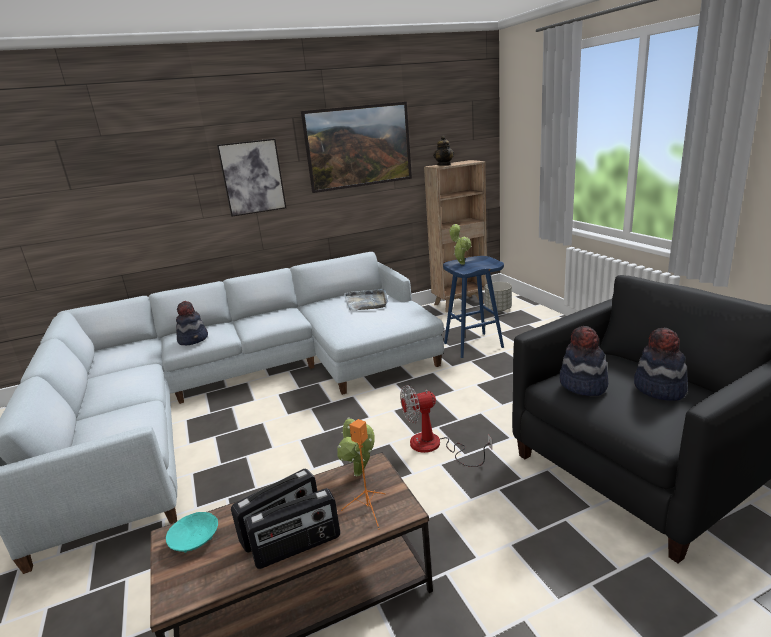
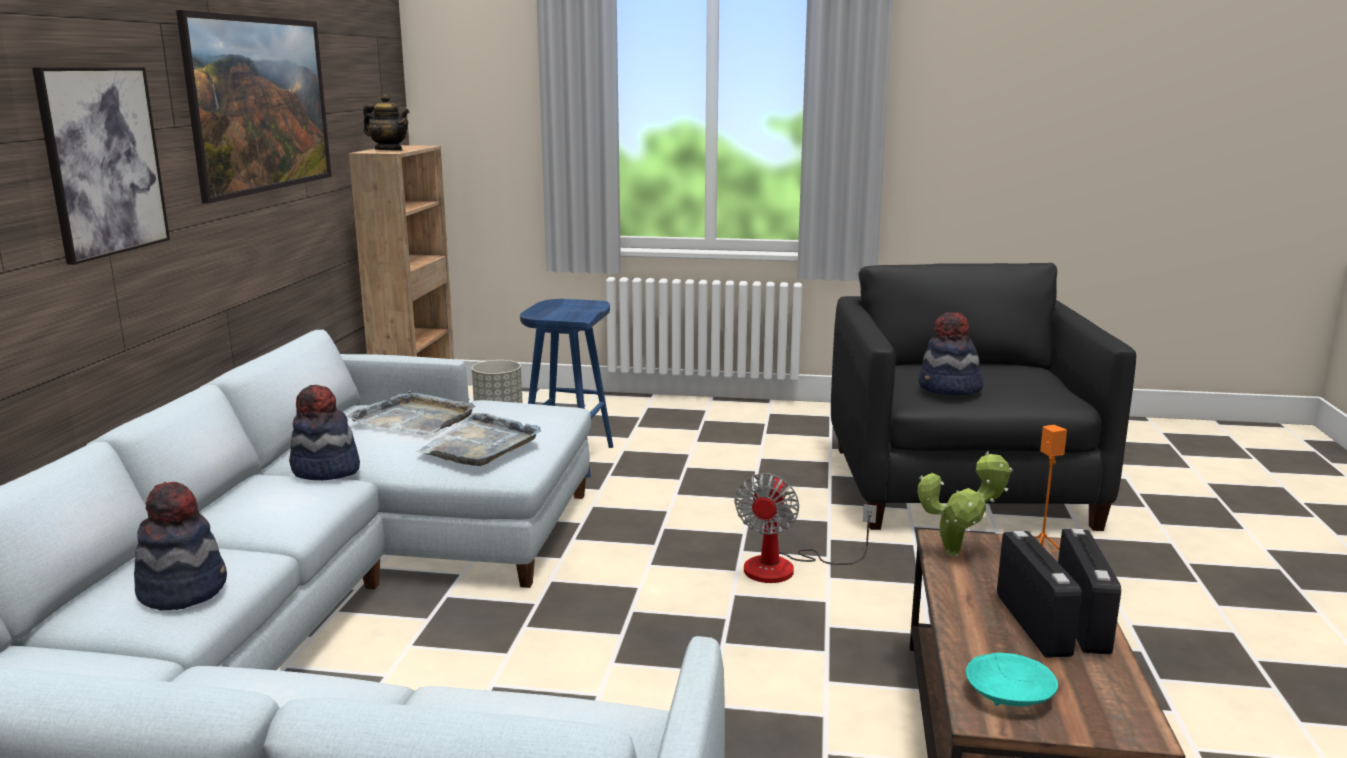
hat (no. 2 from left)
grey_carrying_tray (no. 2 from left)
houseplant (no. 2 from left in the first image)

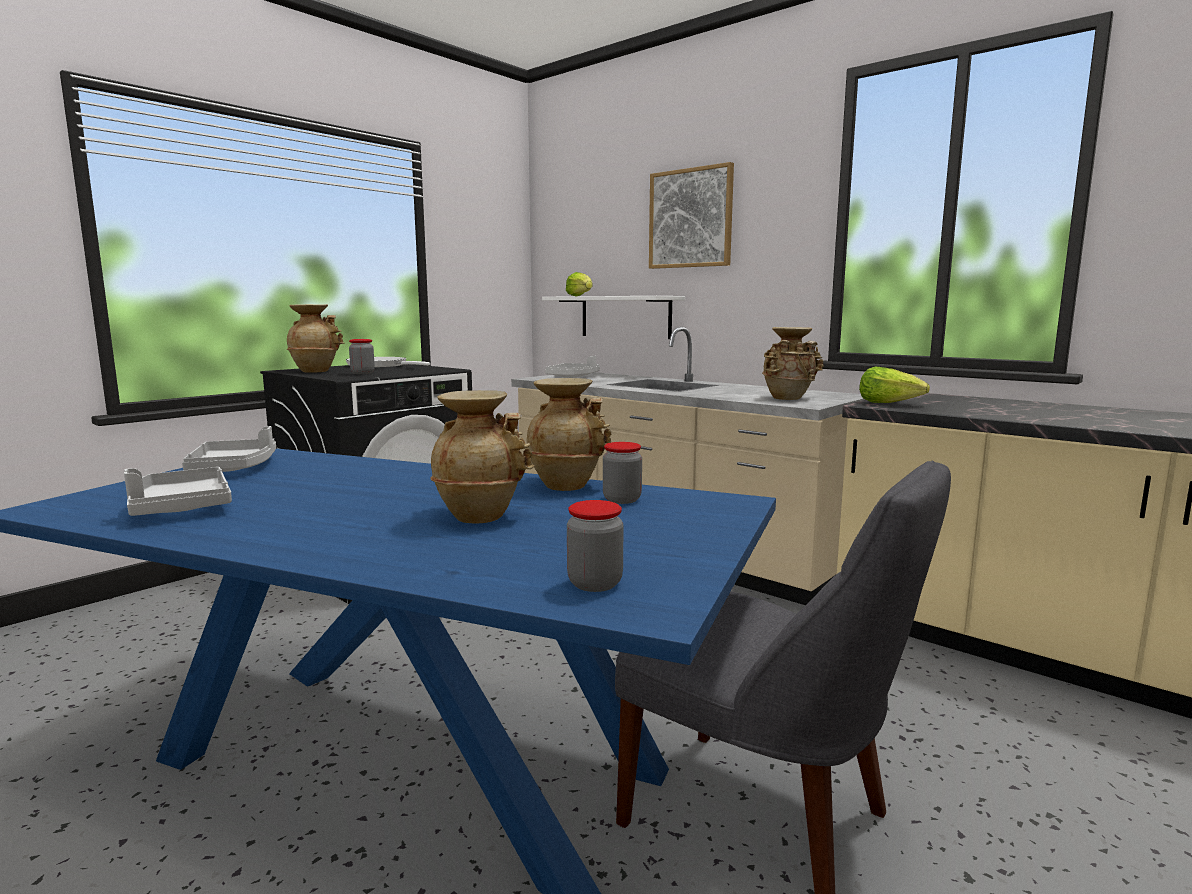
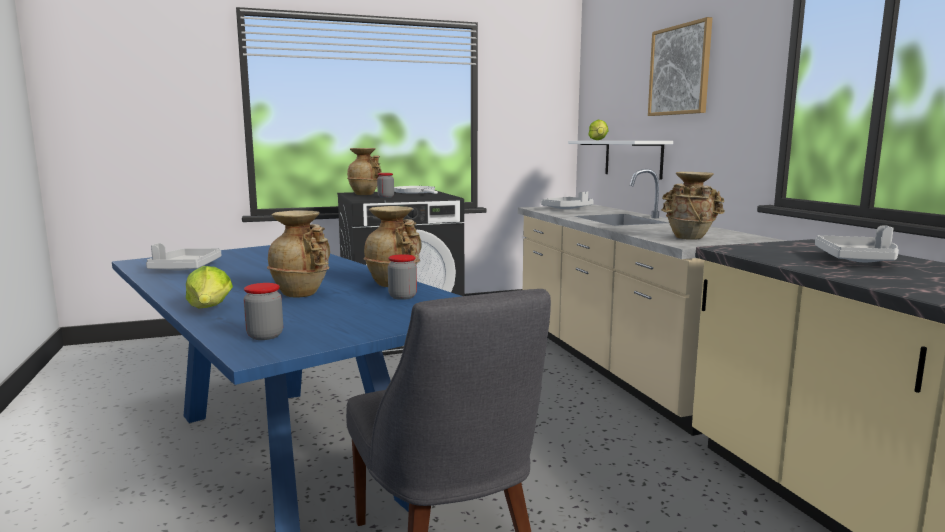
head_of_lettuce (no. 1 from left)
grey_carrying_tray (no. 3 from left)

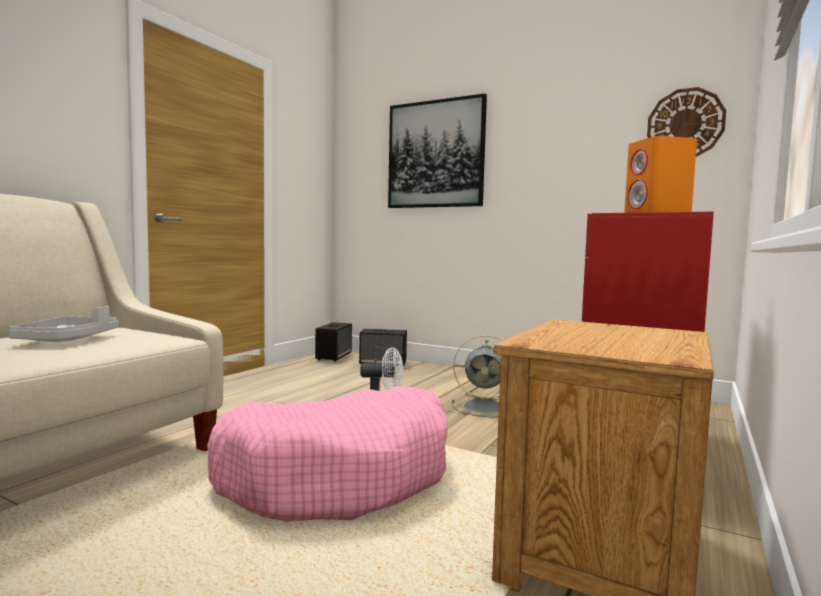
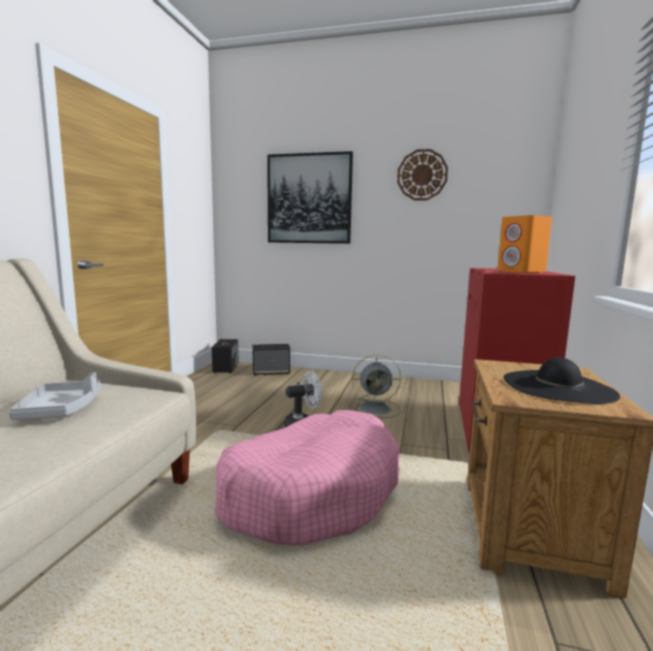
wall_clock
black_hat

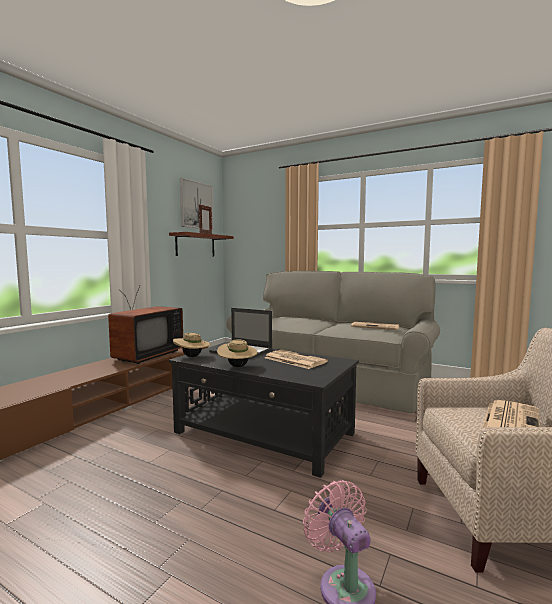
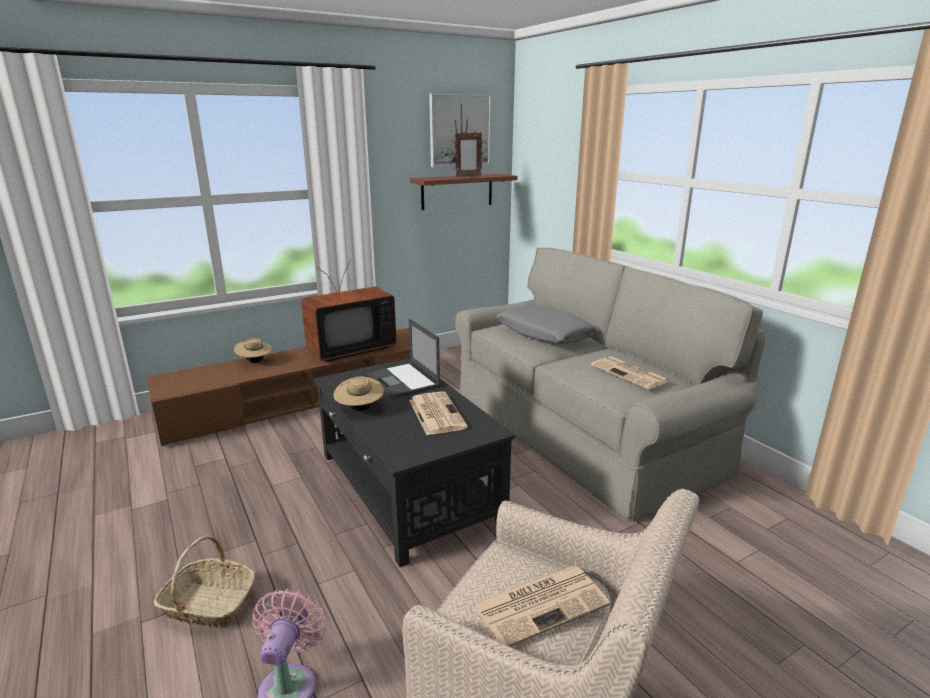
basket
sand-coloured_hat (no. 1 from left)
grey_pillow

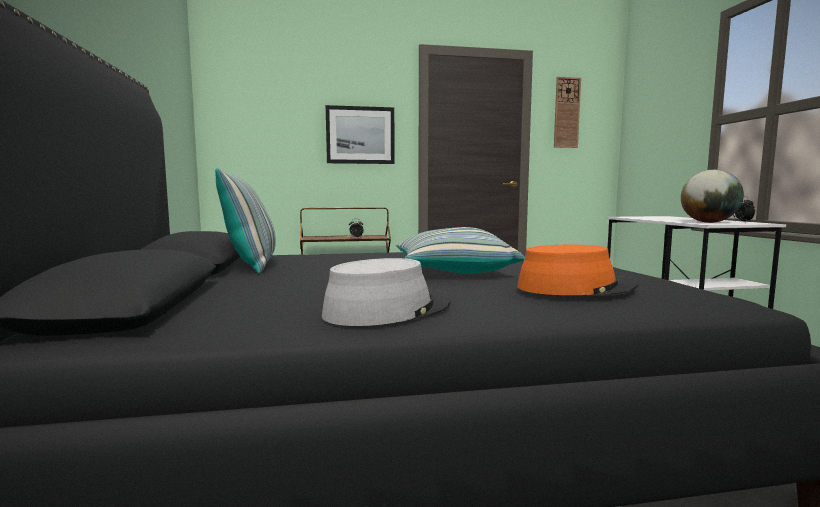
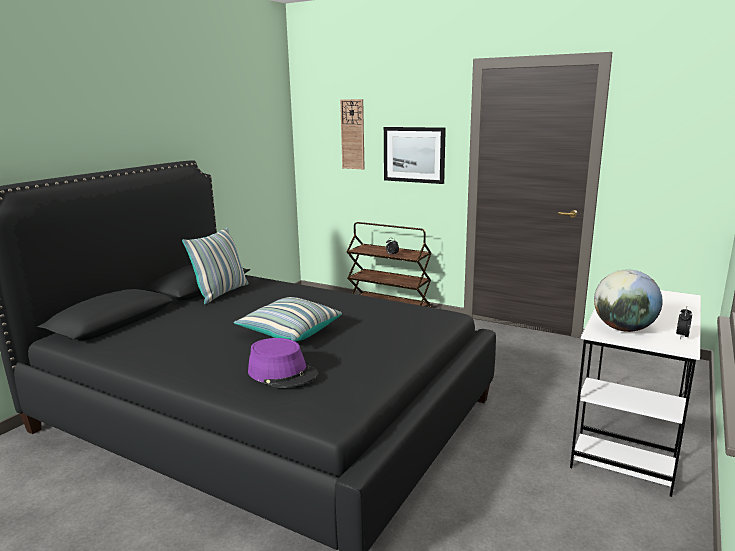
purple-coloured_hat
wall_clock
grey_hat

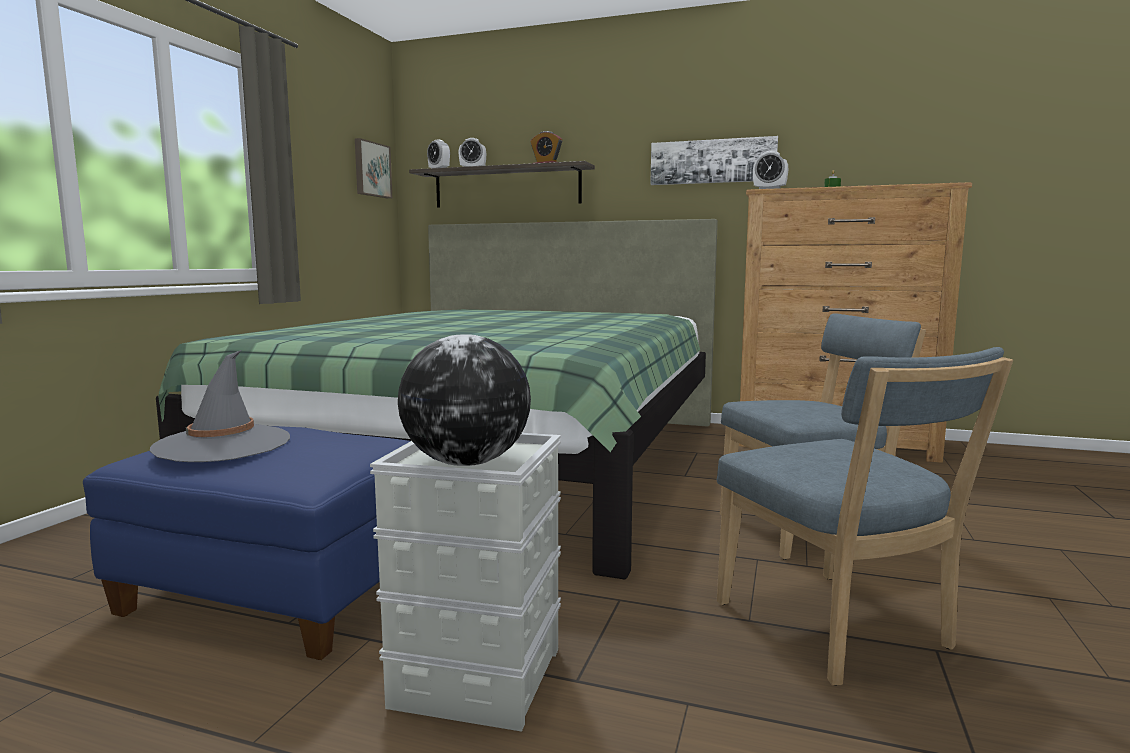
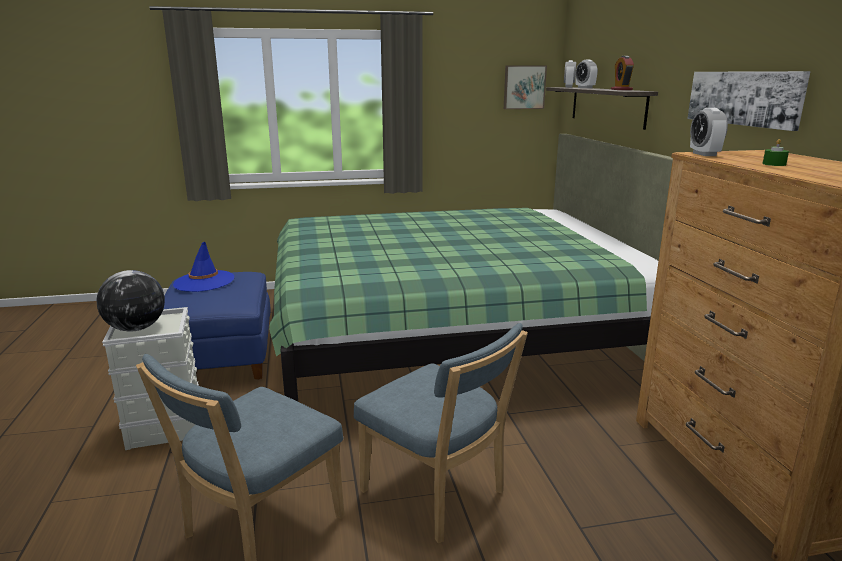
bluish_hat

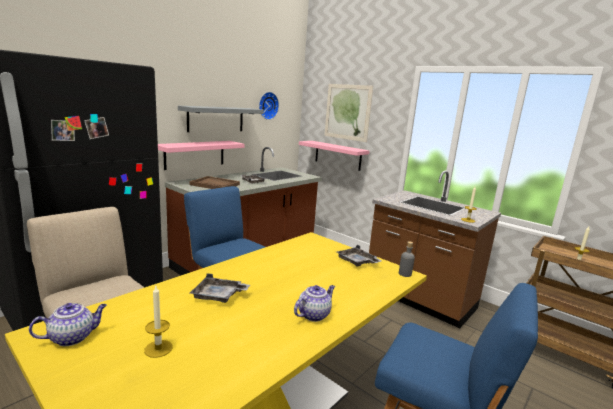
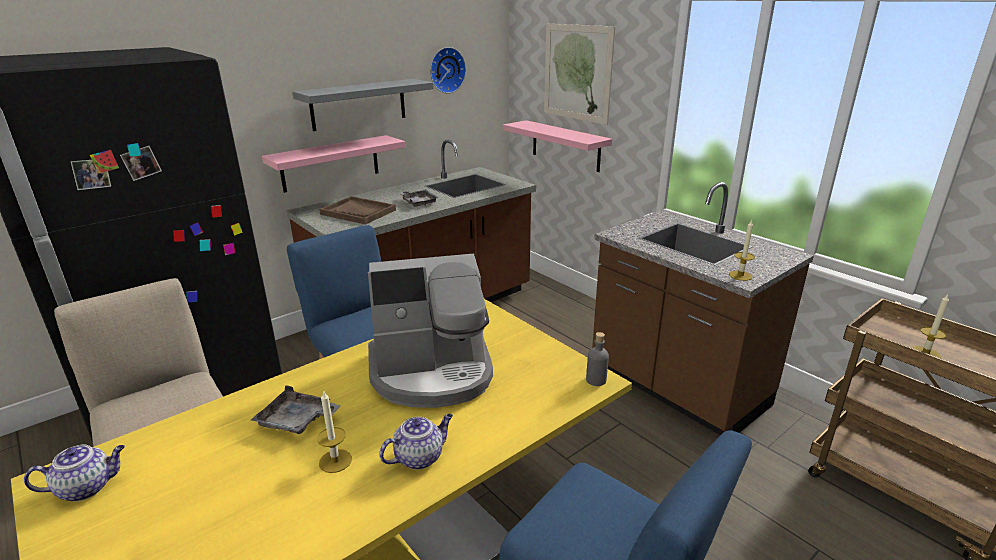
wax_light (no. 1 from left)
coffee_brewer
grey_carrying_tray (no. 3 from left in the first image)

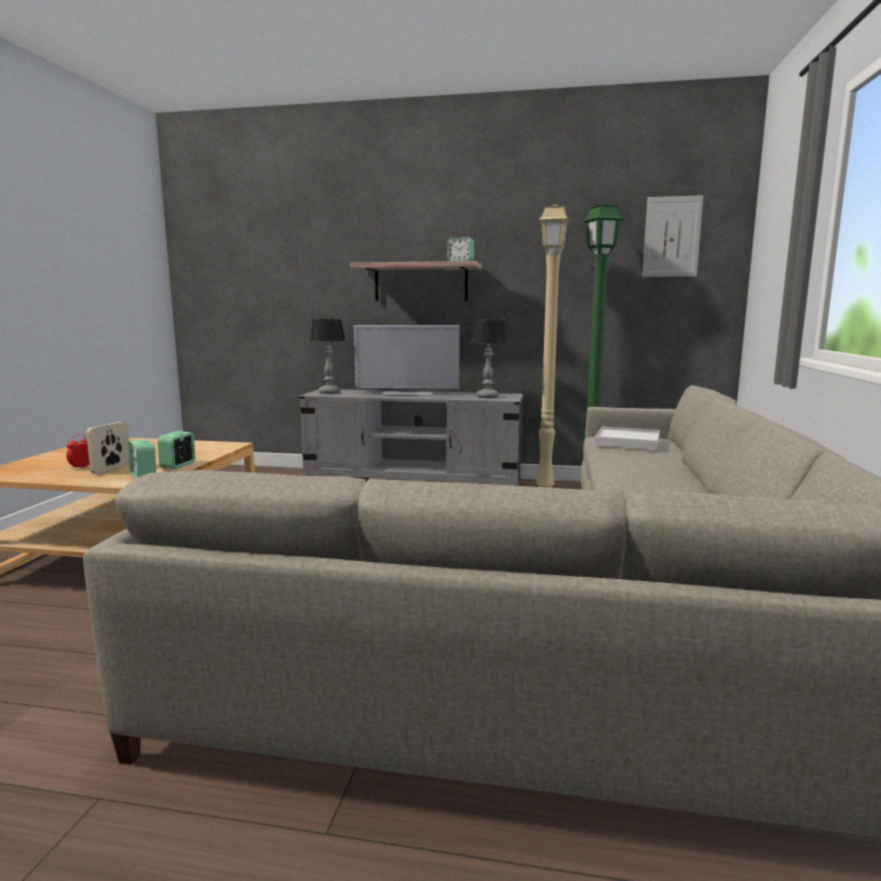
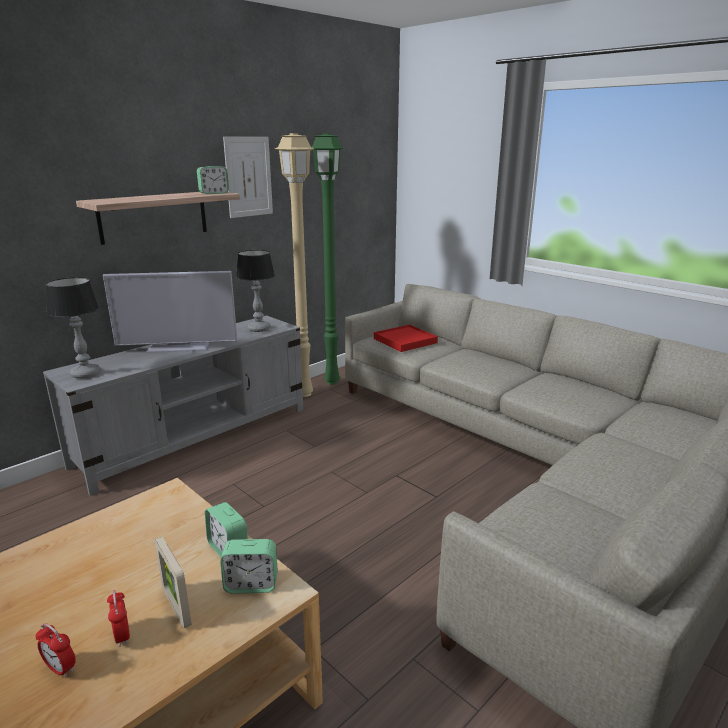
bedside_clock (no. 1 from left)
TV
wall_art
red_carrying_tray

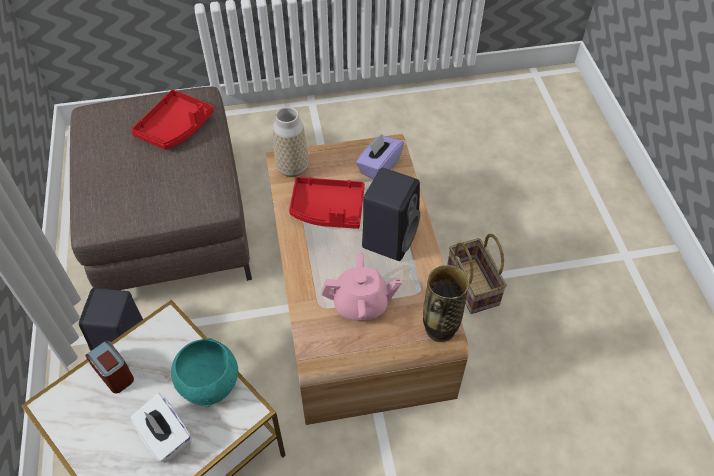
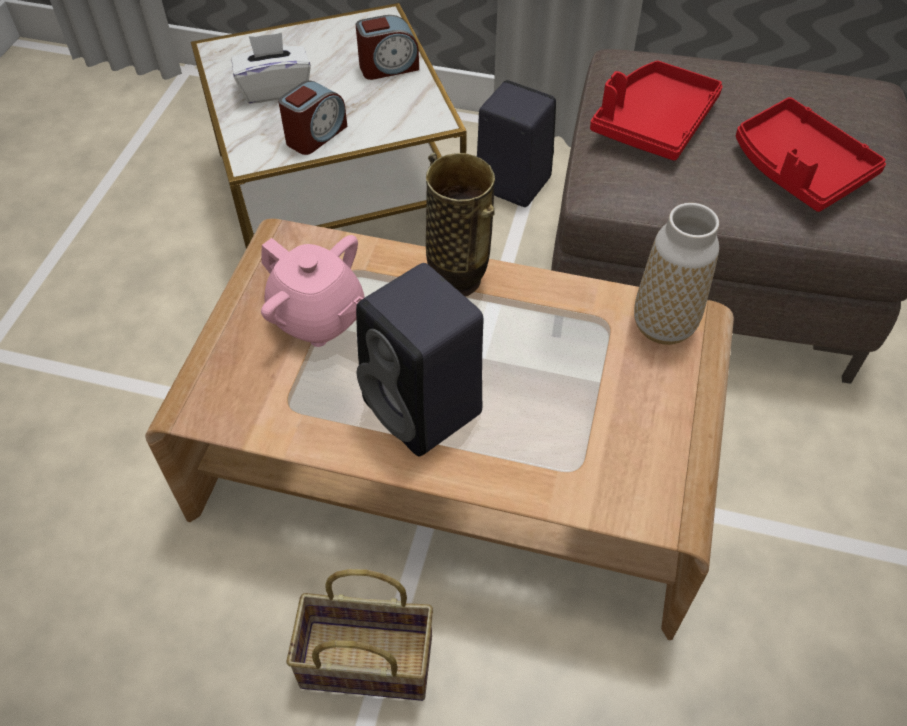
pinkish_pot_for_tea
bedside_clock (no. 1 from left)
decorative_vase (no. 1 from left)
red_carrying_tray (no. 1 from left)
purple-coloured_box_of_tissues

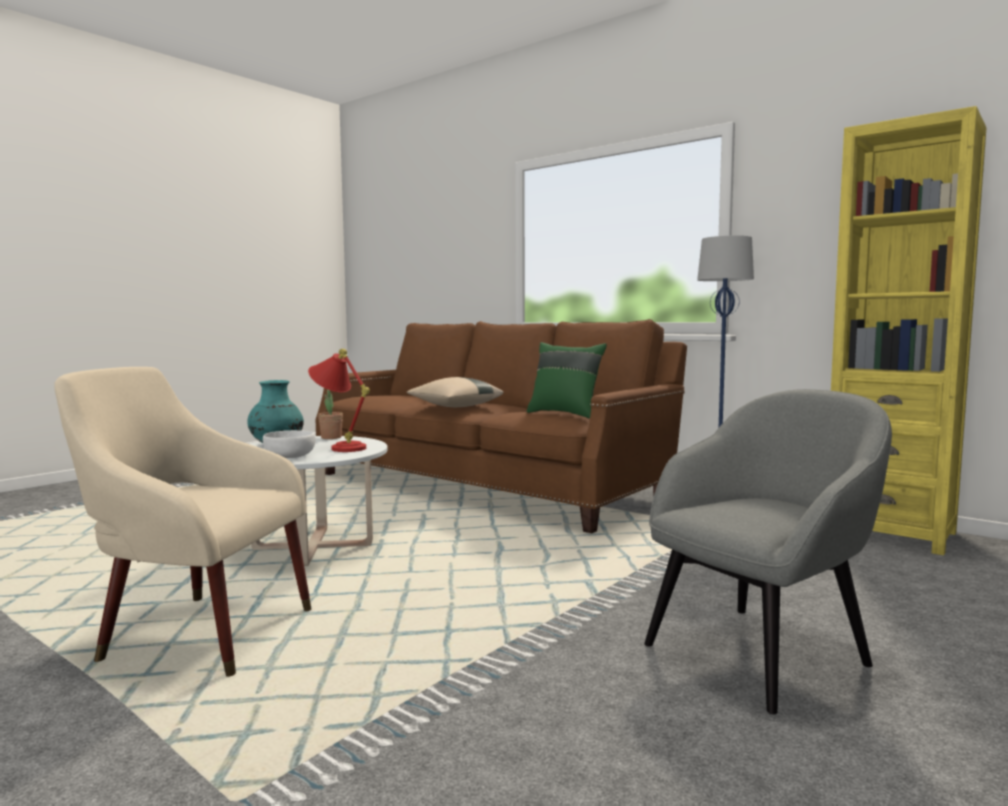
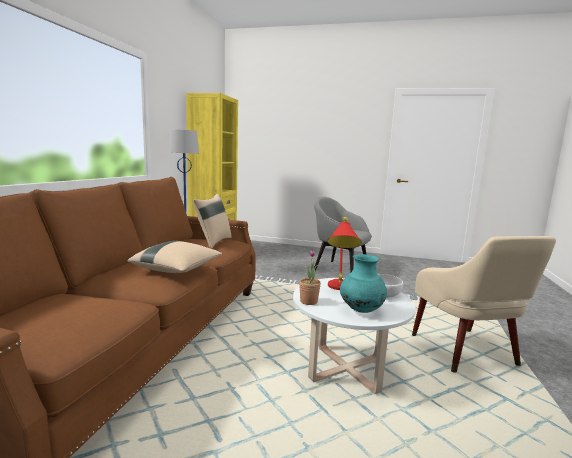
sand-coloured_pillow (no. 2 from left)

